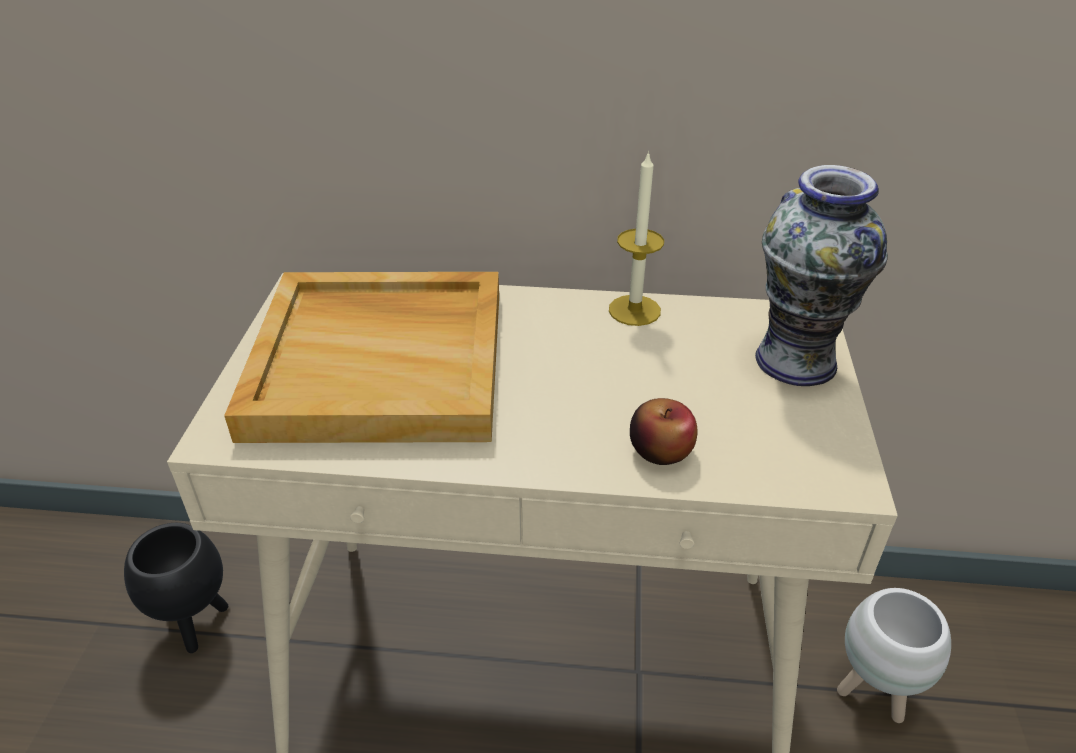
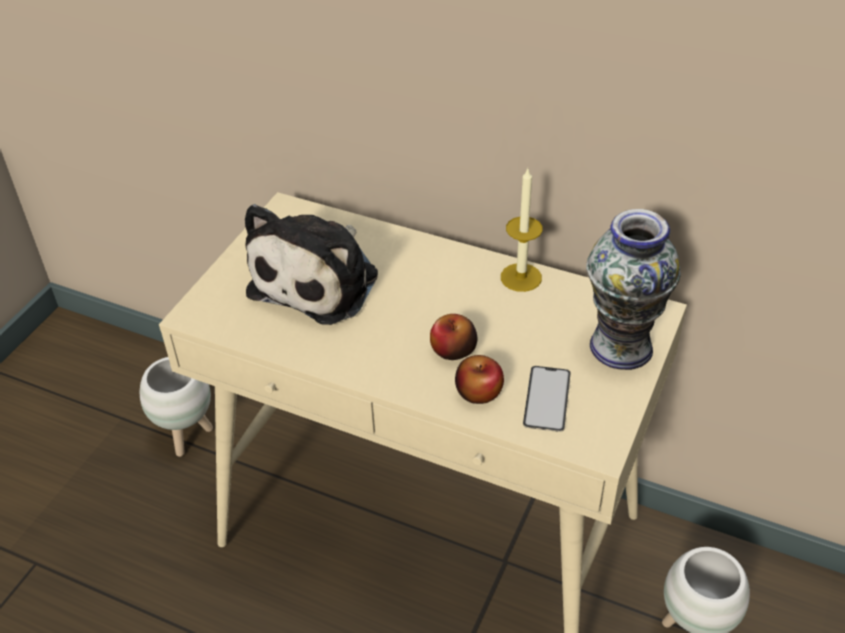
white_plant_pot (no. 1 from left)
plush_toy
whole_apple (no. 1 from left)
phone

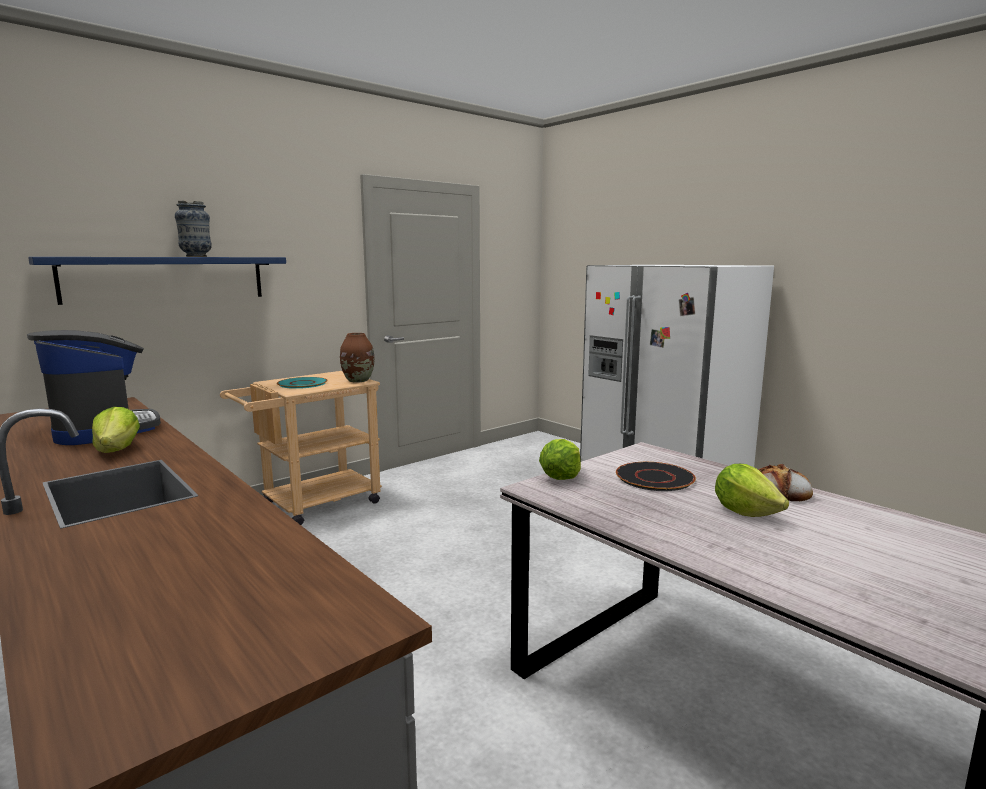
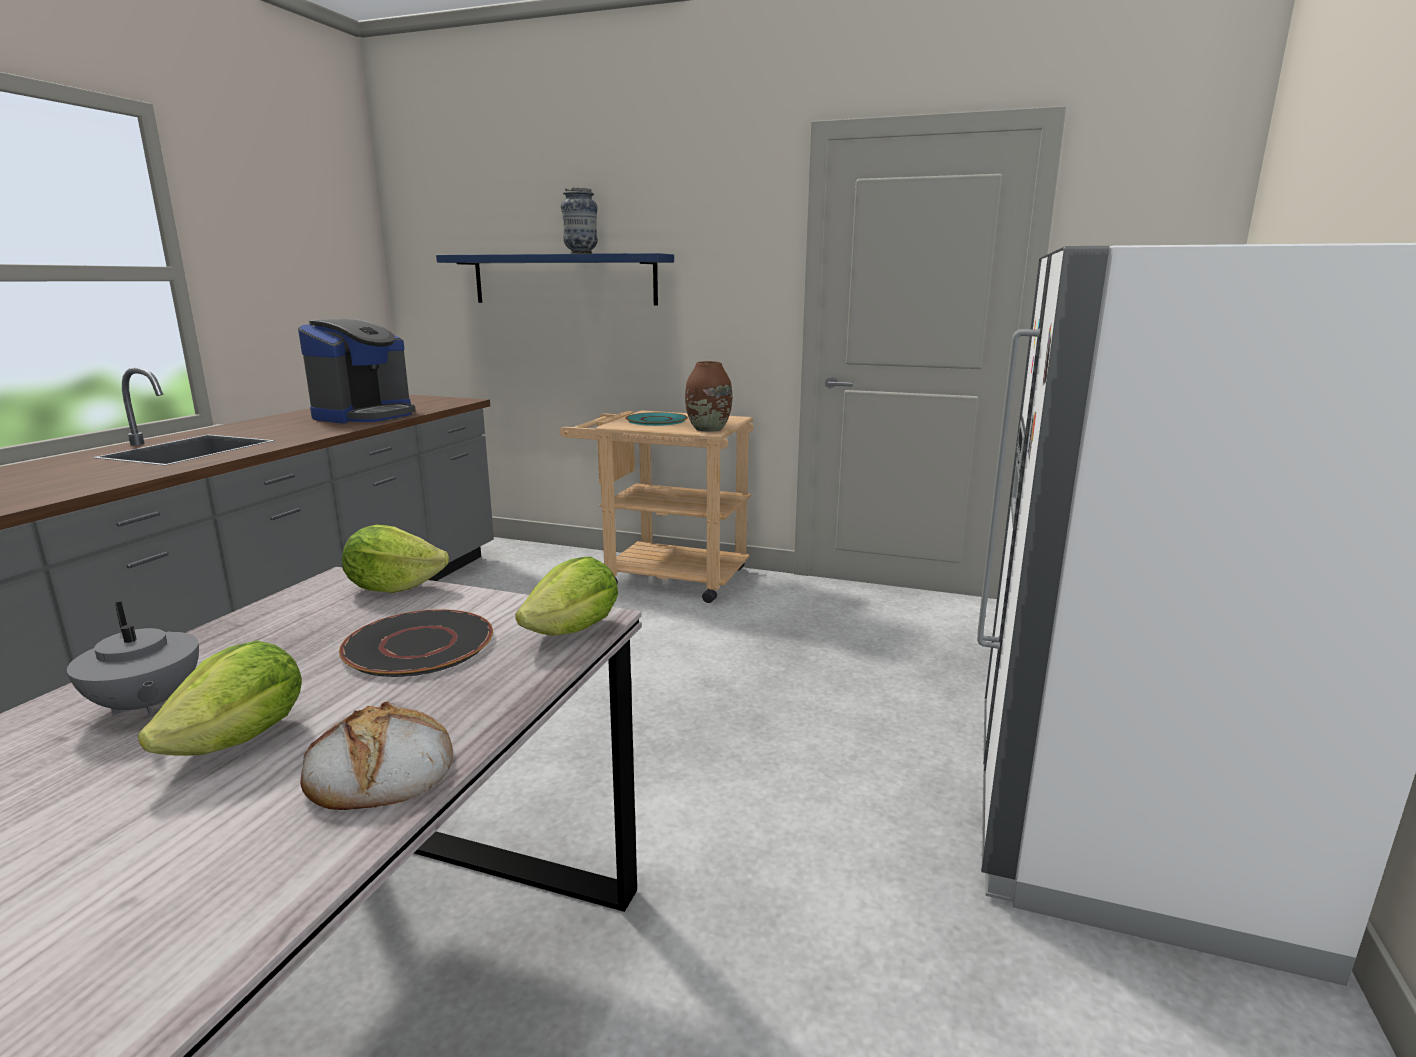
grey_pot_for_tea
head_of_lettuce (no. 3 from left)

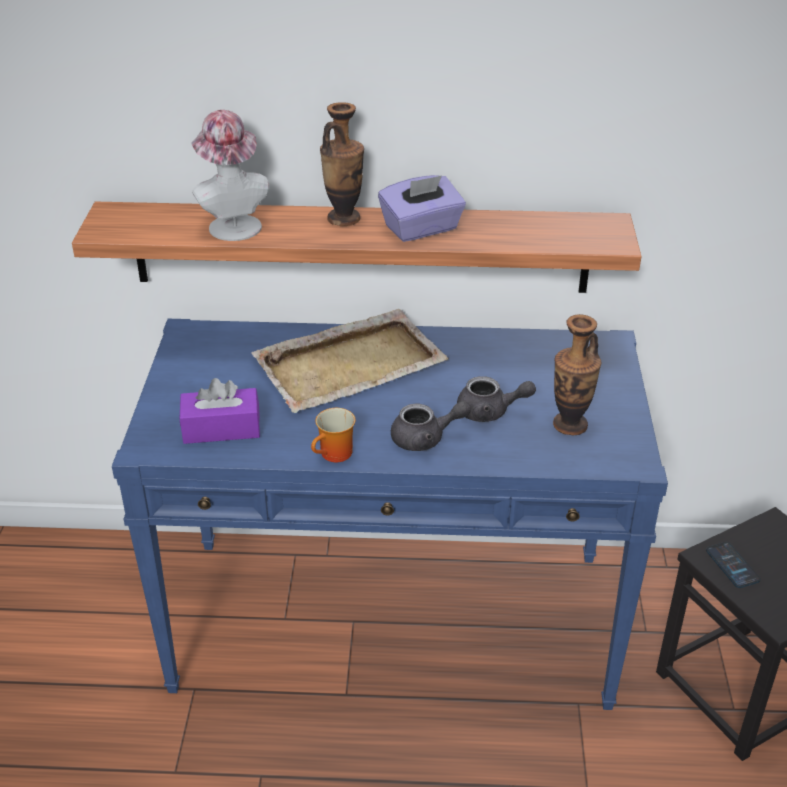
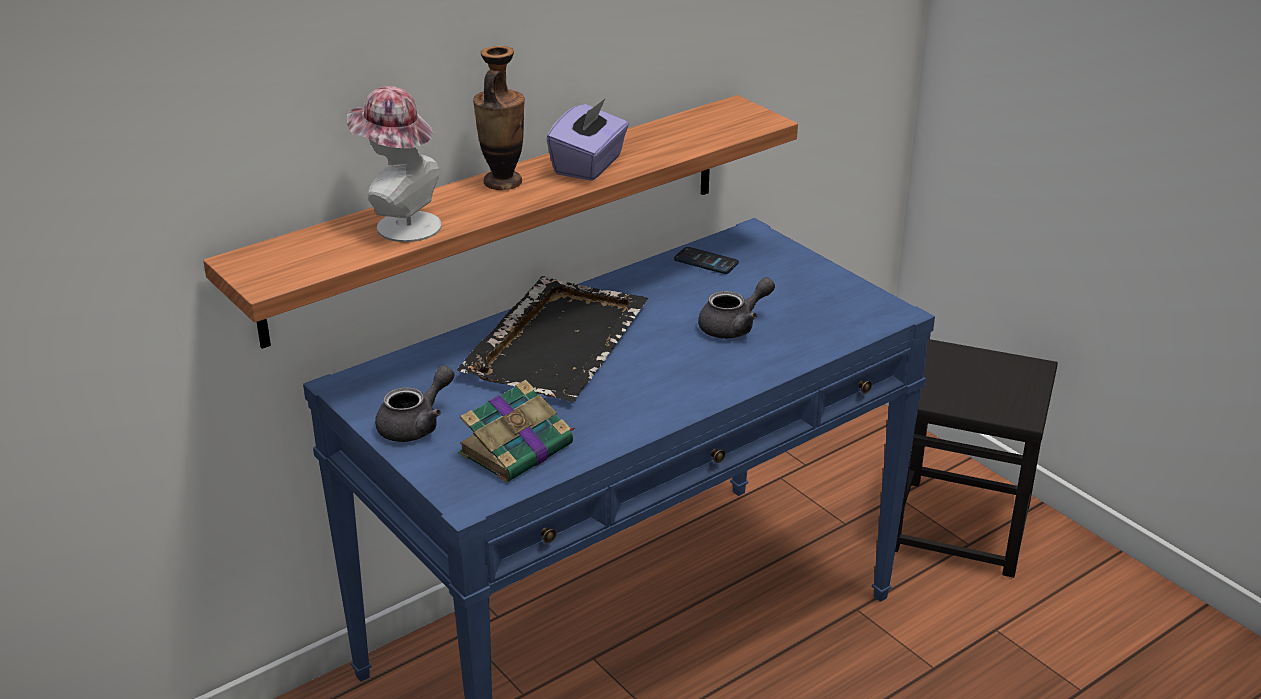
grey_pot_for_tea (no. 1 from left)
black_carrying_tray
bound_book
phone
coffee_mug
decorative_vase (no. 2 from left in the first image)

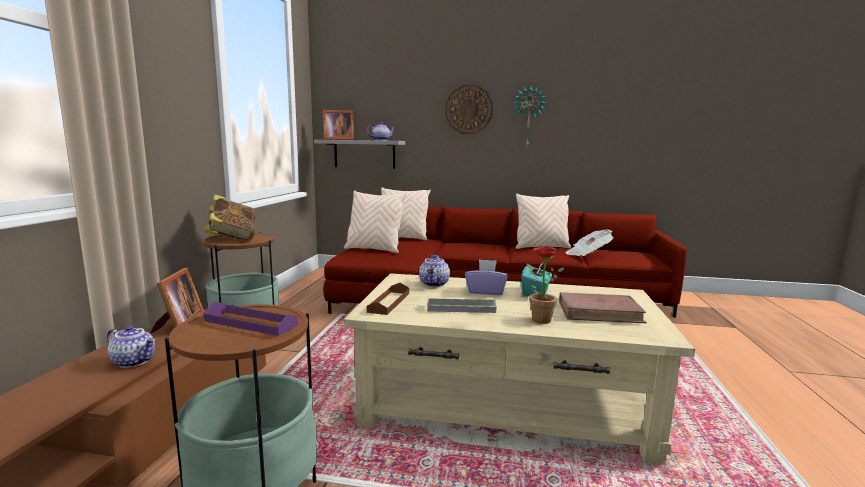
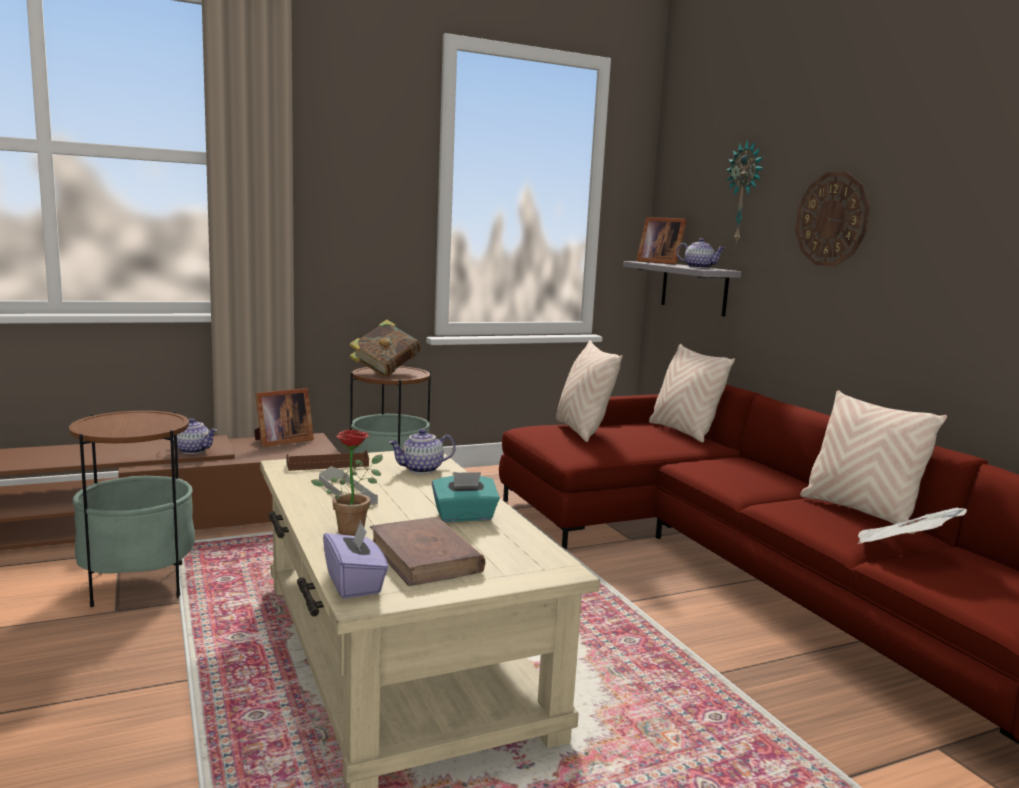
pot_for_tea (no. 1 from left)
purple-coloured_box_of_tissues
wall_clock (no. 1 from left)
purple-coloured_carrying_tray

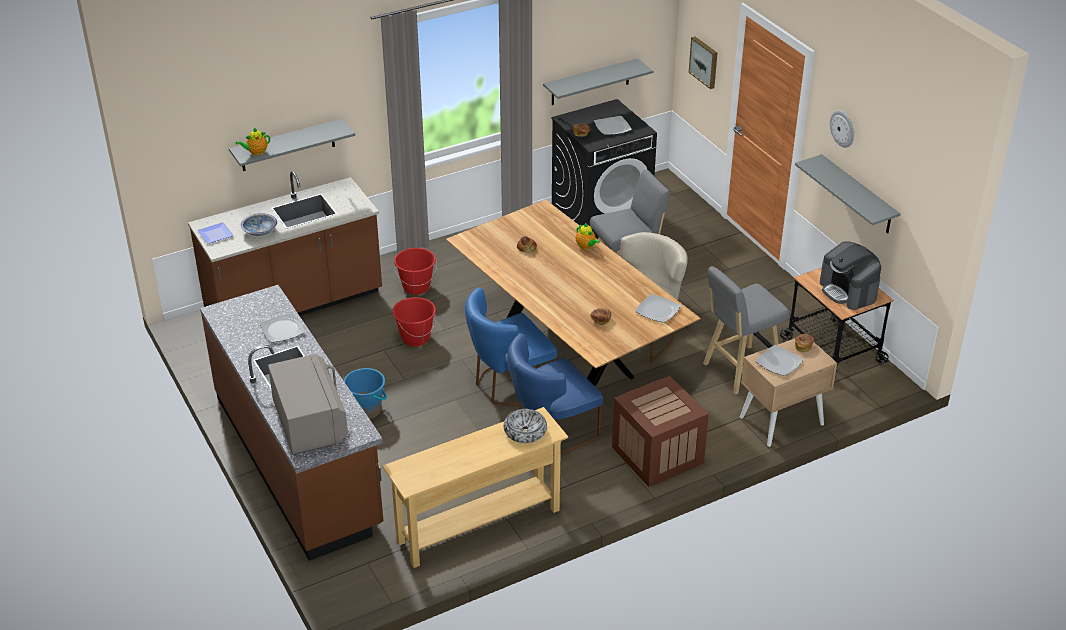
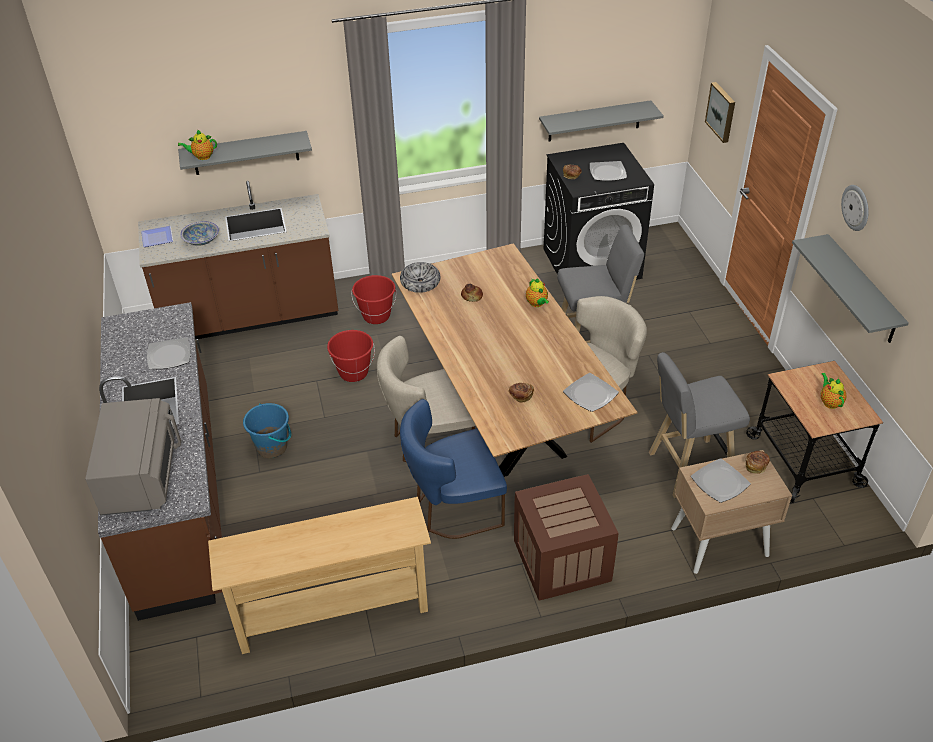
sand-coloured_plain_chair (no. 1 from left)
serving_bowl (no. 2 from left)
pot_for_tea (no. 3 from left)

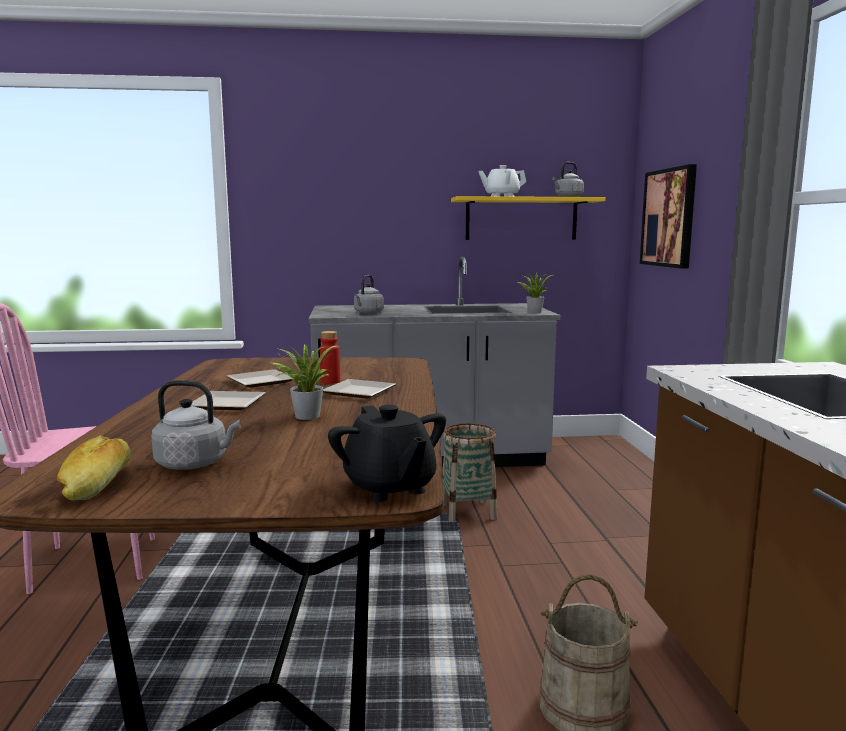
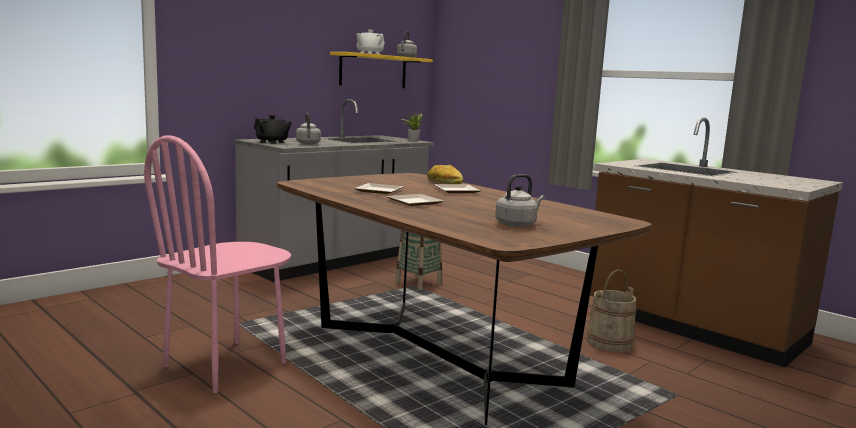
black_pot_for_tea
bread
houseplant (no. 1 from left in the first image)
red_drink_bottle
wall_art

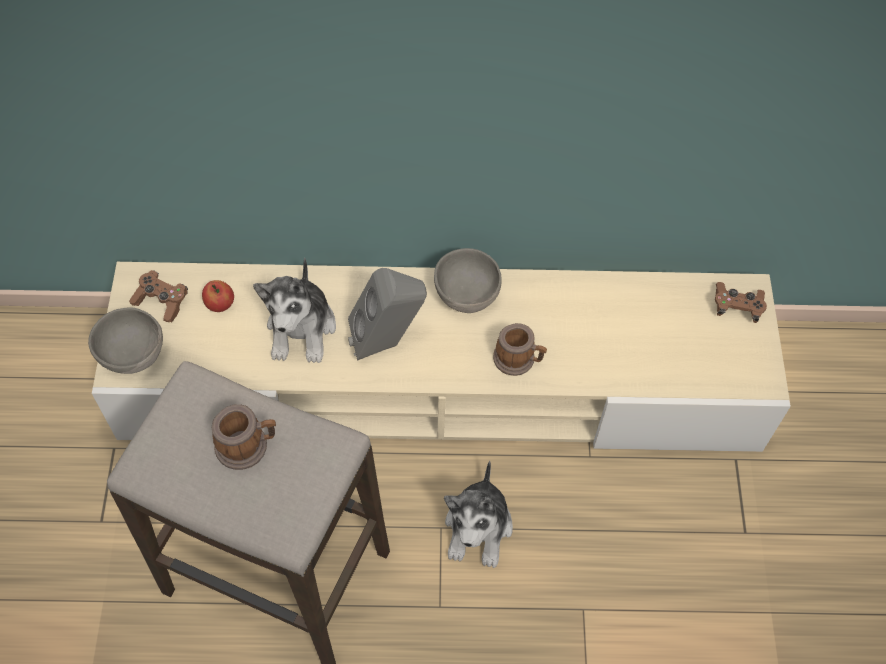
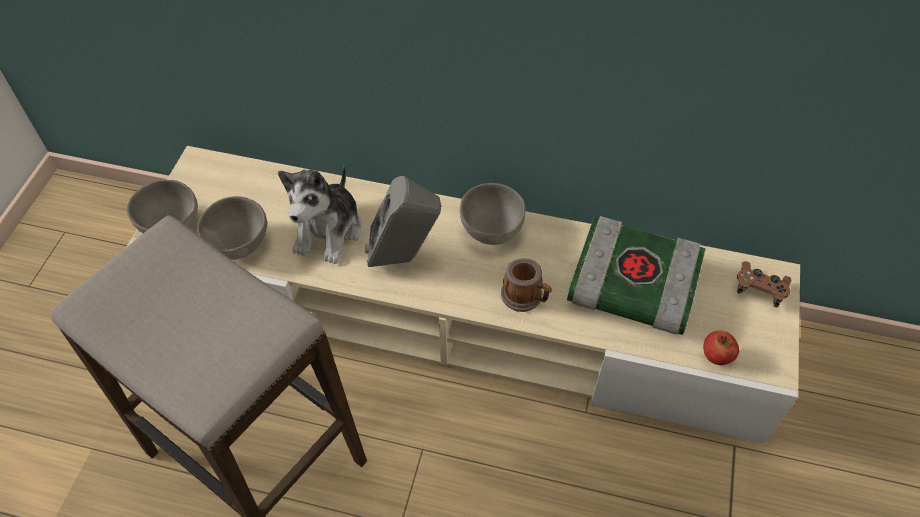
grey_serving_bowl (no. 2 from left)
bound_book
whole_apple
brown_joypad (no. 1 from left in the first image)
coffee_mug (no. 1 from left in the first image)
plush_toy (no. 2 from left in the first image)

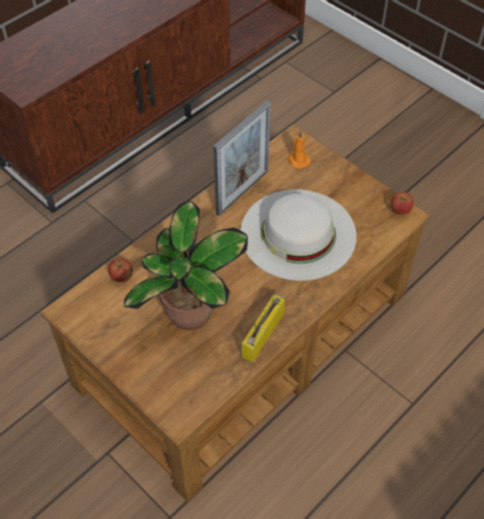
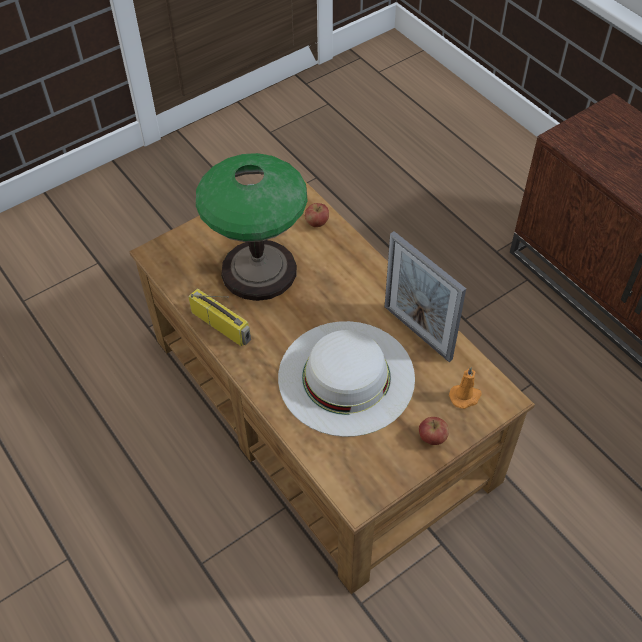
tabletop_lamp
whole_apple (no. 2 from left)

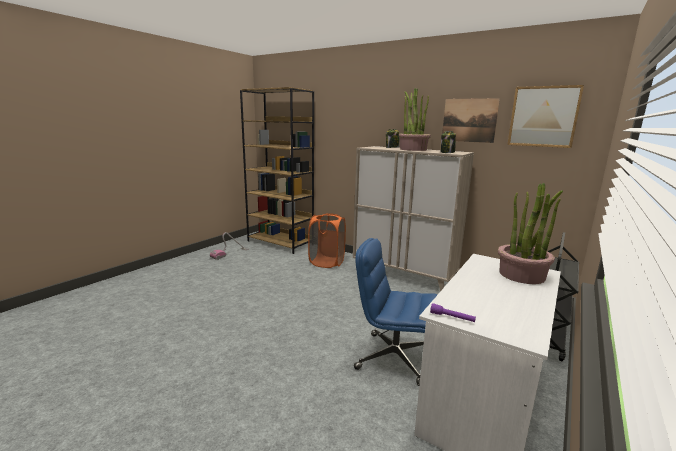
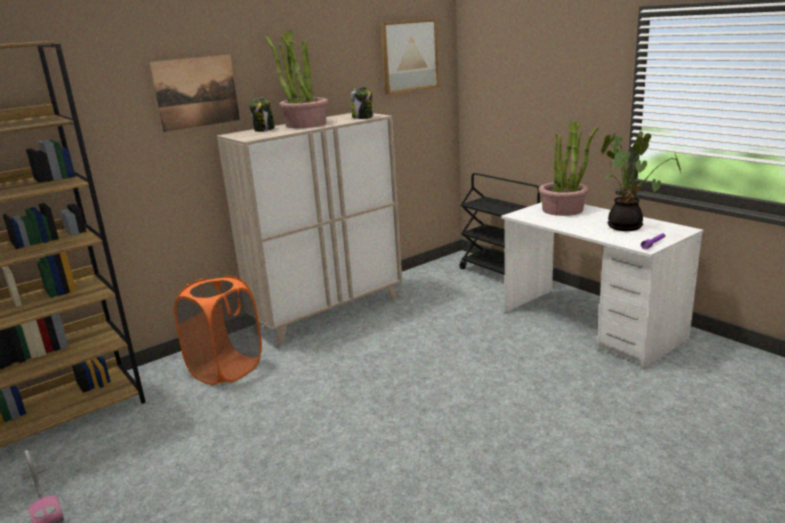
wall_art (no. 1 from left)
houseplant (no. 3 from left)
bluish_office_chair

